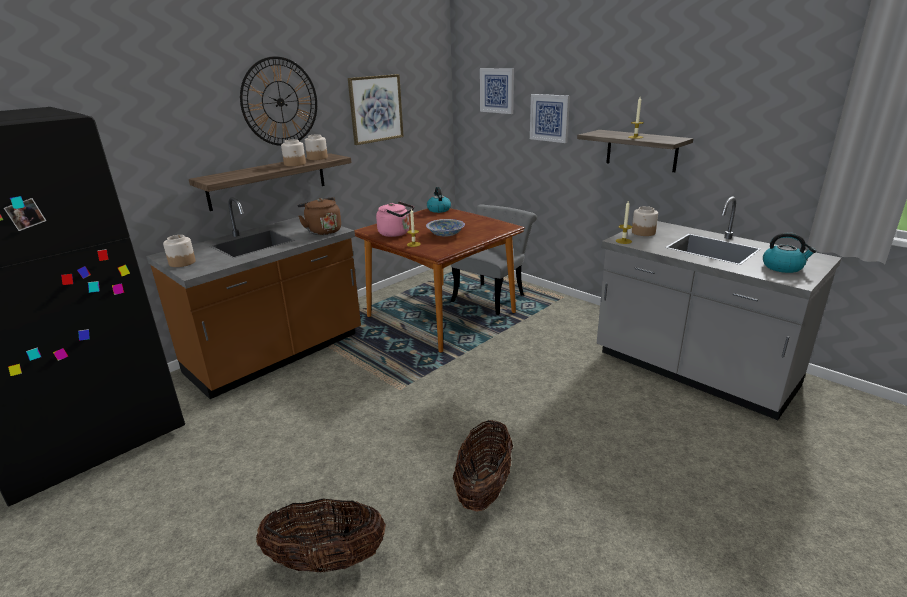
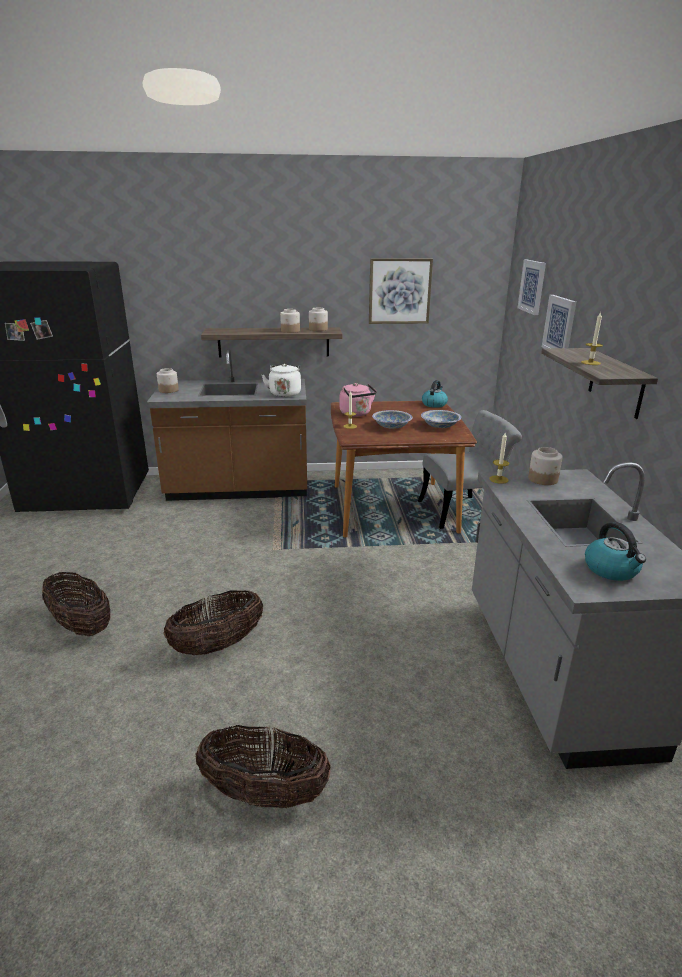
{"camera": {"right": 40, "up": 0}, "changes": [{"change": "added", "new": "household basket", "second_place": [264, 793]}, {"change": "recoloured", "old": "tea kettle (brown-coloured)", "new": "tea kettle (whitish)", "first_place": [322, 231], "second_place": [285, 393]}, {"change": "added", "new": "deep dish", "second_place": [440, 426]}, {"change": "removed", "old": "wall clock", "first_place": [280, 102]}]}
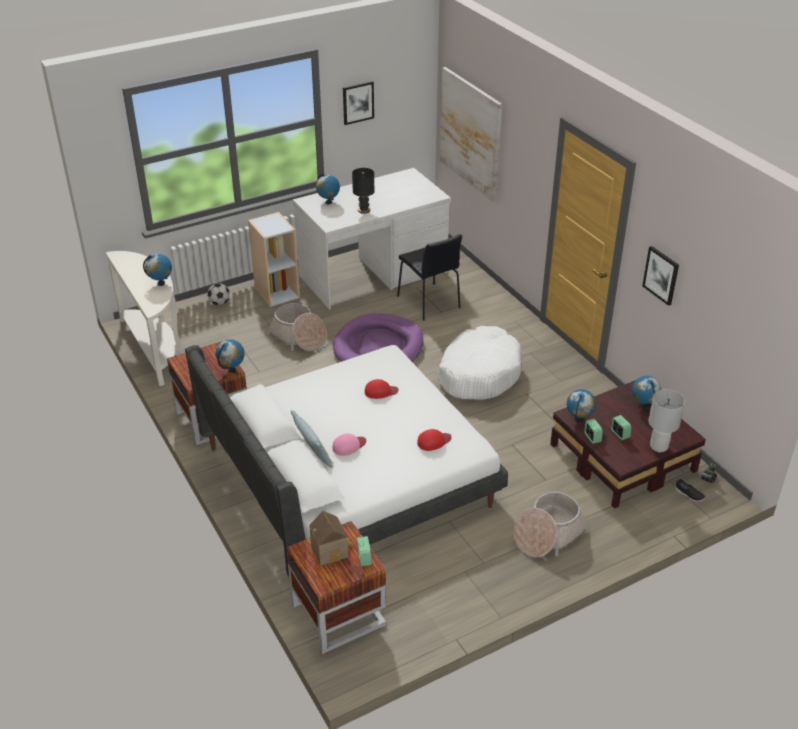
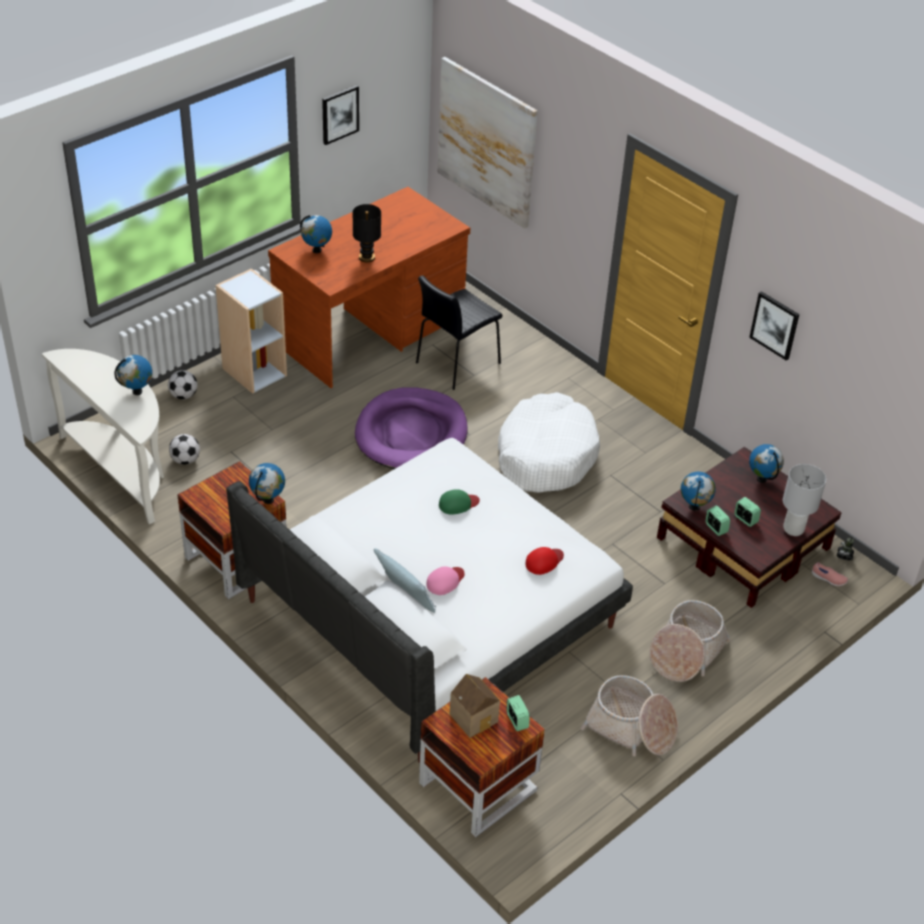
{"camera": {"right": -15, "up": 5}, "changes": [{"change": "added", "new": "football", "second_place": [185, 460]}, {"change": "recoloured", "old": "desk table (whitish)", "new": "desk table (brown-coloured)", "first_place": [374, 274], "second_place": [371, 331]}, {"change": "turned", "old": "plain chair (black-coloured)", "first_place": [430, 303], "second_place": [455, 364], "degrees": 90}, {"change": "recoloured", "old": "peaked cap (red-coloured)", "new": "peaked cap (green-coloured)", "first_place": [380, 391], "second_place": [458, 504]}, {"change": "moved", "old": "household basket", "first_place": [298, 337], "second_place": [631, 728]}, {"change": "recoloured", "old": "item of footwear (black-coloured)", "new": "item of footwear (pink-coloured)", "first_place": [689, 495], "second_place": [828, 579]}]}
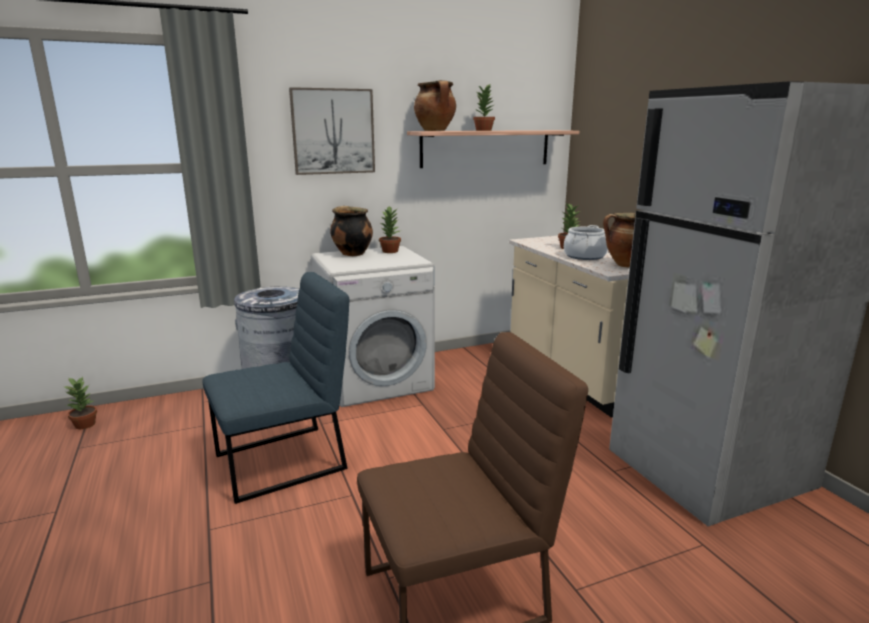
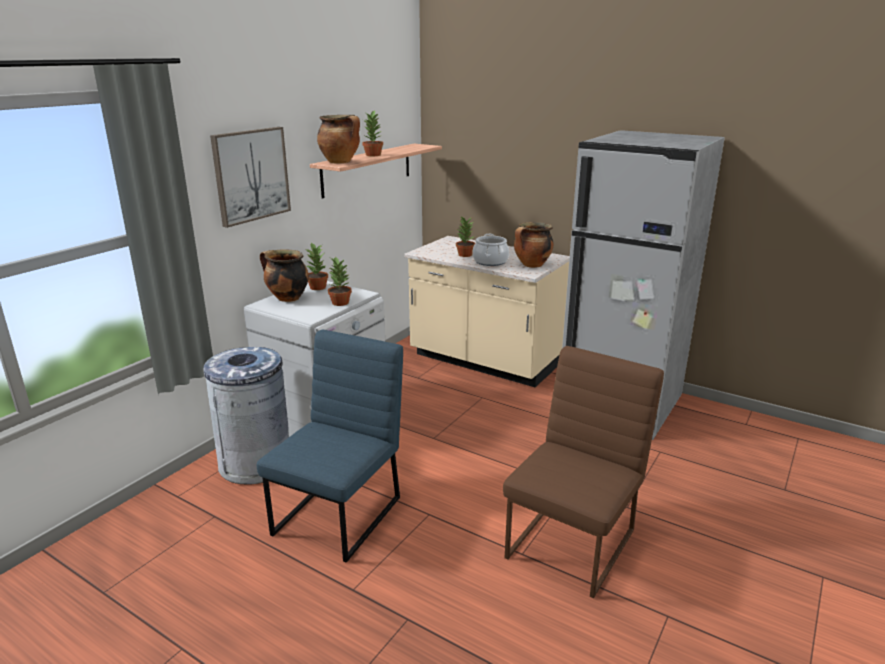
{"camera": {"right": -35, "up": 5}, "changes": [{"change": "moved", "old": "houseplant", "first_place": [85, 424], "second_place": [340, 302]}]}
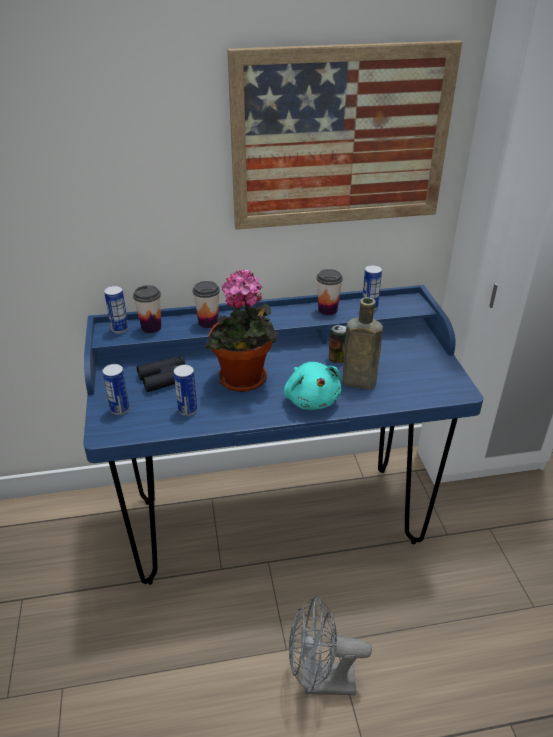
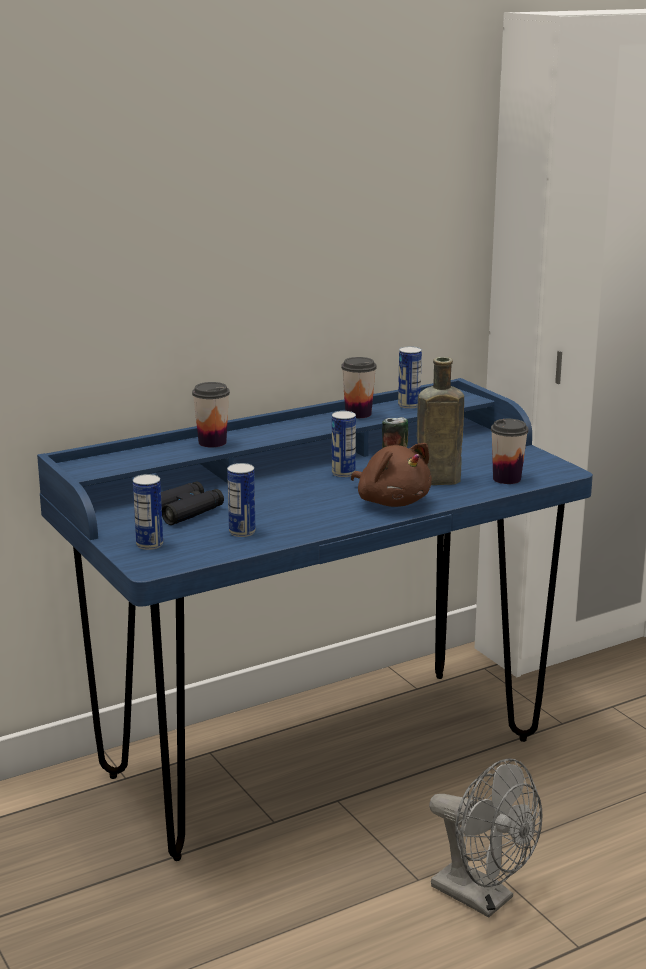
{"camera": {"right": -20, "up": -15}, "changes": [{"change": "moved", "old": "metal can", "first_place": [120, 329], "second_place": [343, 473]}, {"change": "recoloured", "old": "cuddly toy (turquoise-coloured)", "new": "cuddly toy (brown-coloured)", "first_place": [311, 399], "second_place": [391, 501]}, {"change": "turned", "old": "fan (gray)", "first_place": [320, 681], "second_place": [483, 898], "degrees": -120}, {"change": "moved", "old": "drinking cup", "first_place": [151, 327], "second_place": [506, 479]}, {"change": "removed", "old": "houseplant", "first_place": [244, 381]}, {"change": "removed", "old": "wall picture", "first_place": [340, 138]}]}
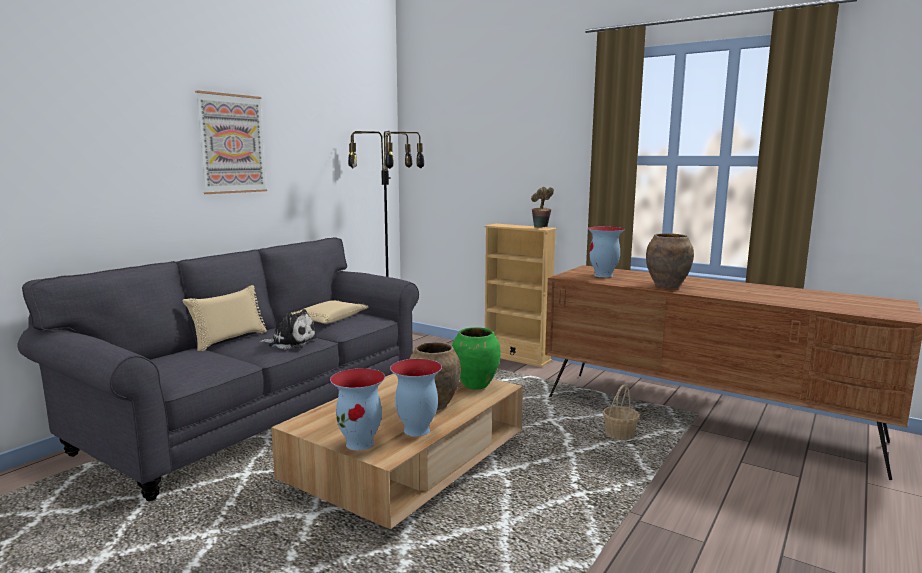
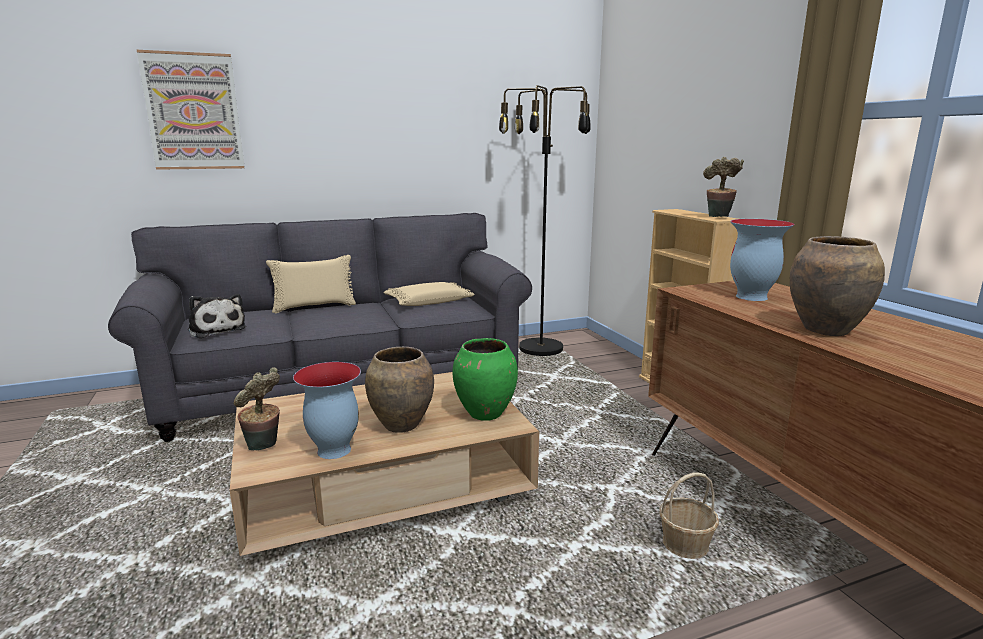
{"camera": {"right": 35, "up": 5}, "changes": [{"change": "moved", "old": "wall picture", "first_place": [232, 144], "second_place": [193, 112]}, {"change": "moved", "old": "cuddly toy", "first_place": [290, 342], "second_place": [216, 329]}, {"change": "replaced", "old": "decorative vase", "new": "houseplant", "first_place": [361, 443], "second_place": [264, 447]}]}
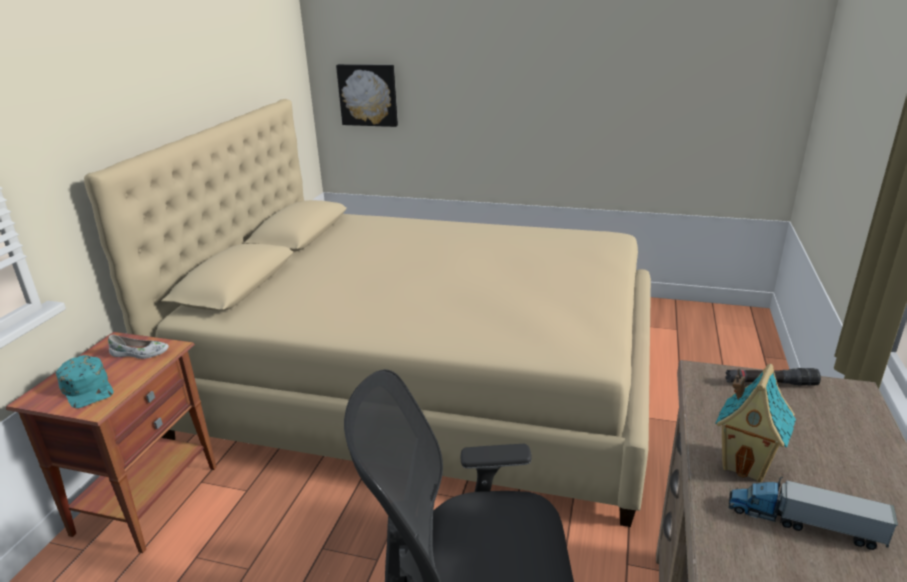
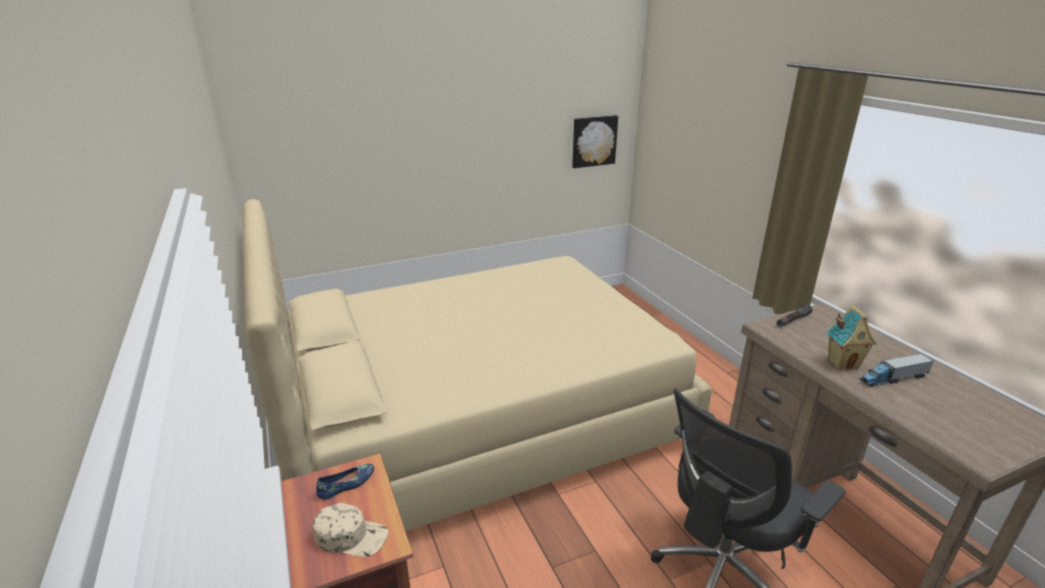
{"camera": {"right": -40, "up": 0}, "changes": [{"change": "recoloured", "old": "peaked cap (turquoise-coloured)", "new": "peaked cap (sand-coloured)", "first_place": [88, 388], "second_place": [351, 536]}, {"change": "recoloured", "old": "item of footwear (whitish)", "new": "item of footwear (bluish)", "first_place": [140, 353], "second_place": [347, 485]}, {"change": "moved", "old": "wall picture", "first_place": [368, 95], "second_place": [593, 141]}]}
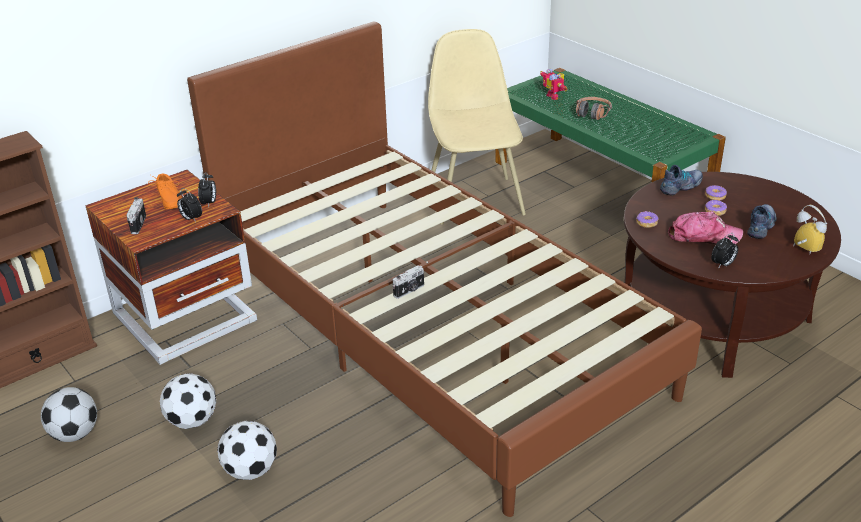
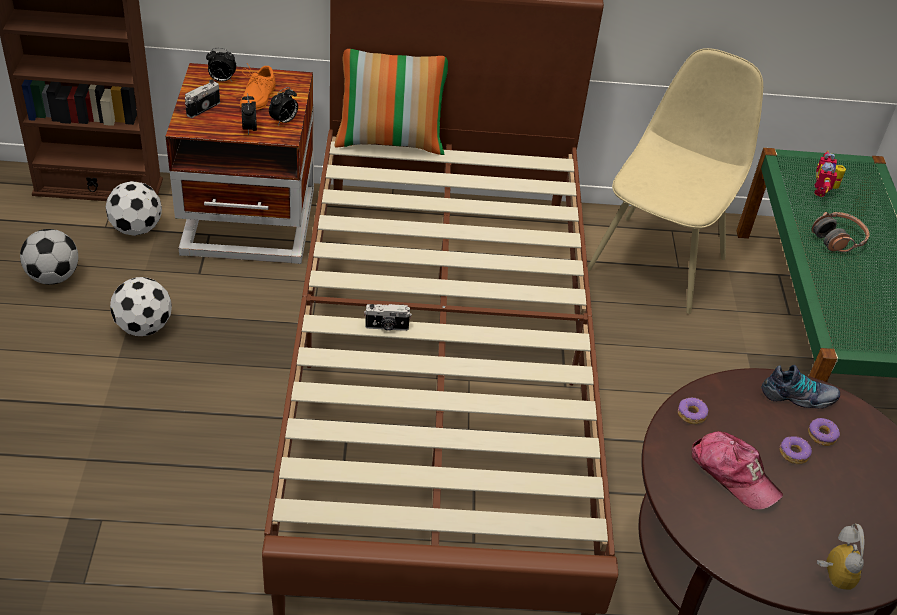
{"camera": {"right": 35, "up": 10}, "changes": [{"change": "moved", "old": "football", "first_place": [250, 470], "second_place": [136, 228]}, {"change": "moved", "old": "alarm clock", "first_place": [723, 265], "second_place": [222, 80]}, {"change": "added", "new": "cushion", "second_place": [390, 140]}, {"change": "removed", "old": "item of footwear", "first_place": [761, 226]}]}
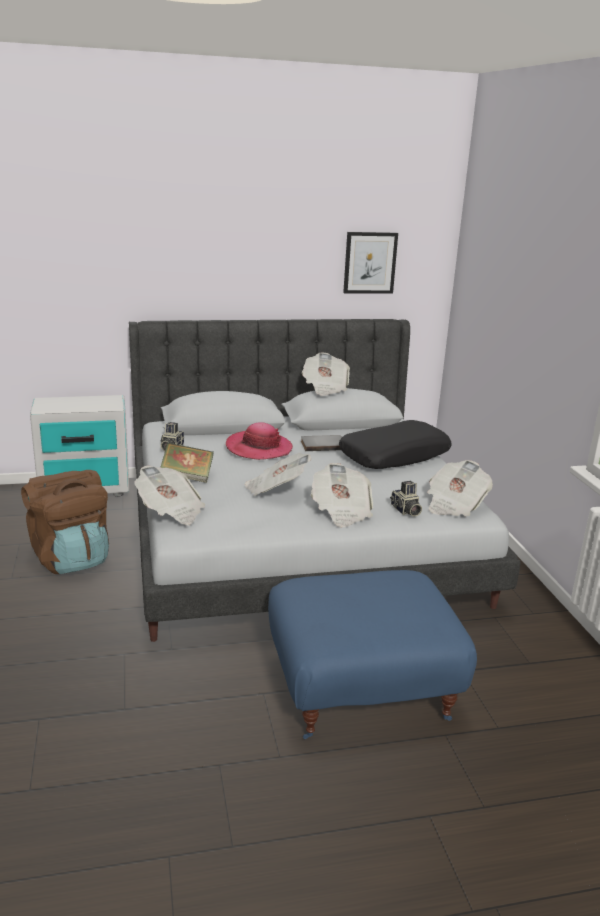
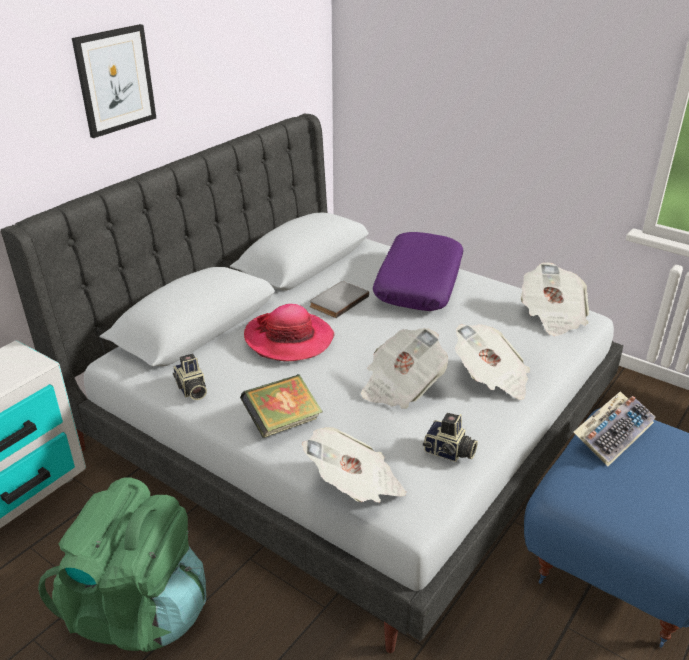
{"camera": {"right": -40, "up": 10}, "changes": [{"change": "recoloured", "old": "rucksack (brown-coloured)", "new": "rucksack (green-coloured)", "first_place": [71, 558], "second_place": [138, 611]}, {"change": "moved", "old": "wall picture", "first_place": [370, 263], "second_place": [115, 80]}, {"change": "recoloured", "old": "cushion (black-coloured)", "new": "cushion (purplish)", "first_place": [394, 456], "second_place": [418, 283]}, {"change": "moved", "old": "still camera", "first_place": [405, 510], "second_place": [449, 452]}, {"change": "added", "new": "computer keyboard", "second_place": [613, 433]}, {"change": "removed", "old": "daily paper", "first_place": [325, 388]}]}
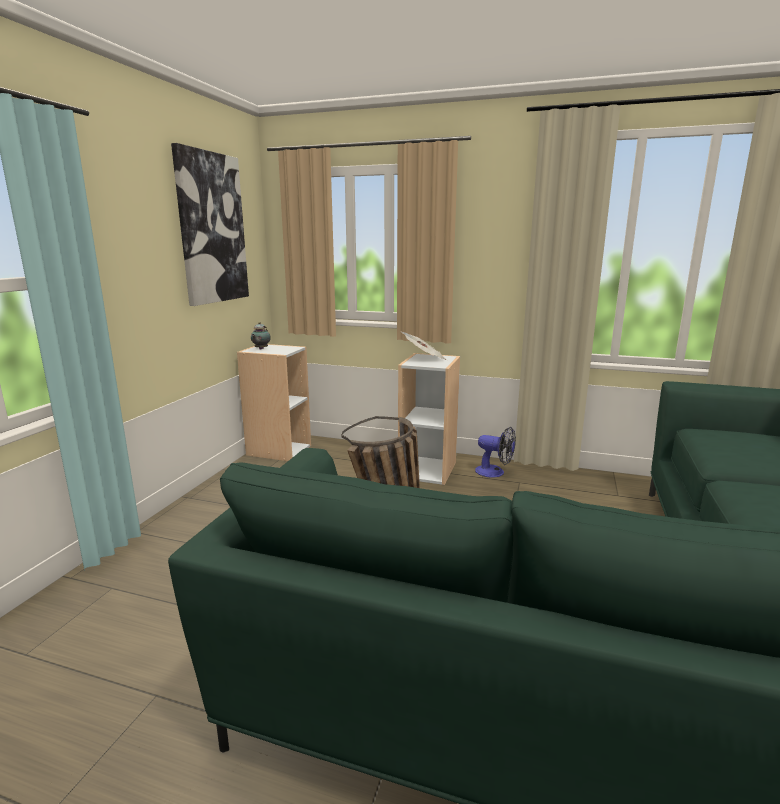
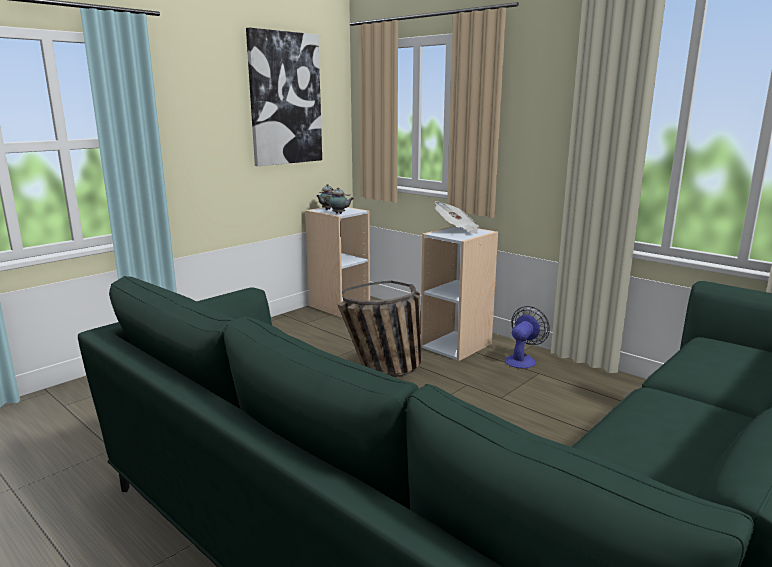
{"camera": {"right": 25, "up": 0}, "changes": [{"change": "added", "new": "tea pot", "second_place": [339, 213]}, {"change": "turned", "old": "fan", "first_place": [495, 472], "second_place": [522, 359], "degrees": -105}]}
